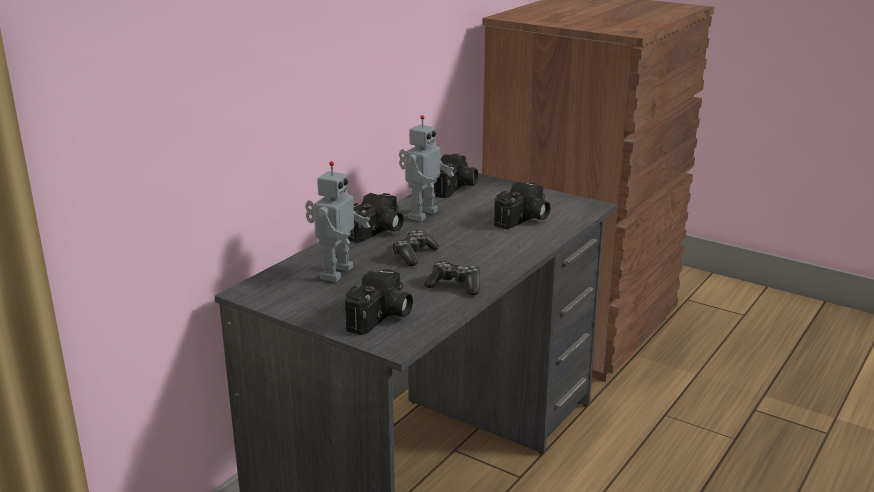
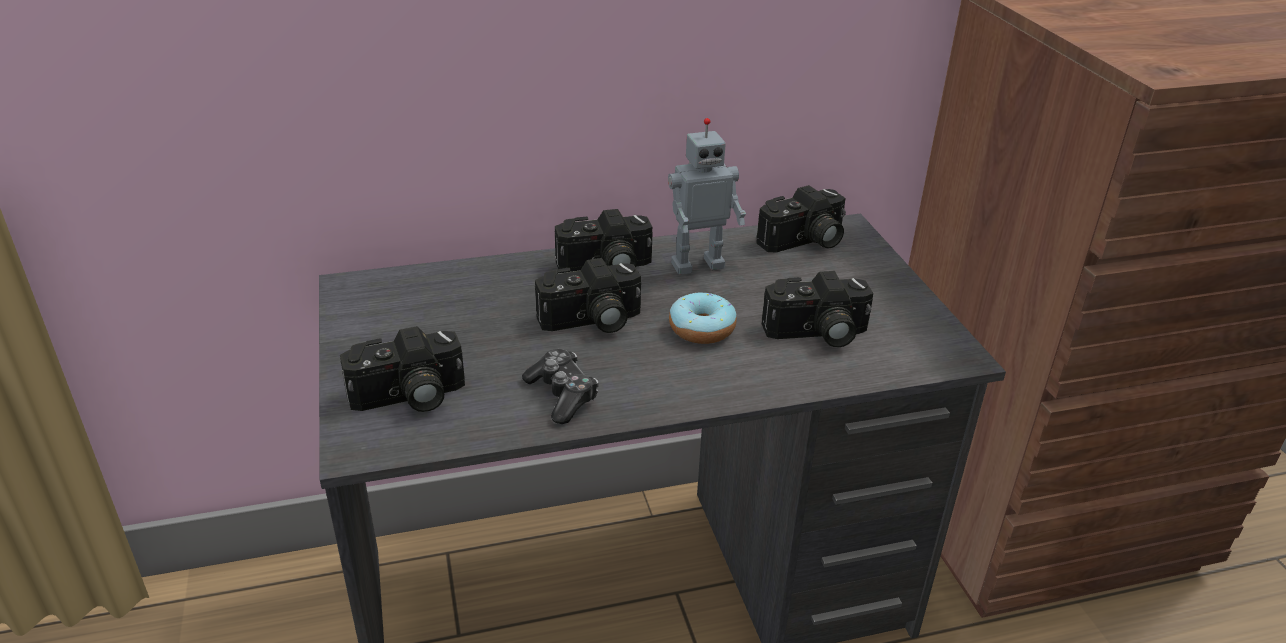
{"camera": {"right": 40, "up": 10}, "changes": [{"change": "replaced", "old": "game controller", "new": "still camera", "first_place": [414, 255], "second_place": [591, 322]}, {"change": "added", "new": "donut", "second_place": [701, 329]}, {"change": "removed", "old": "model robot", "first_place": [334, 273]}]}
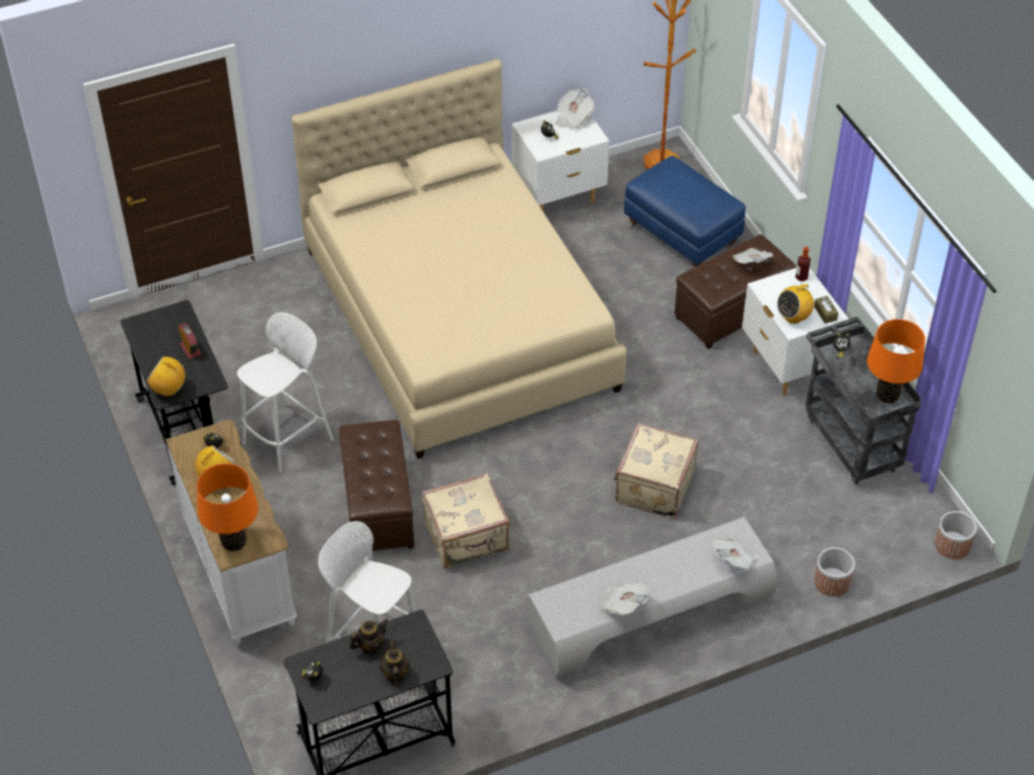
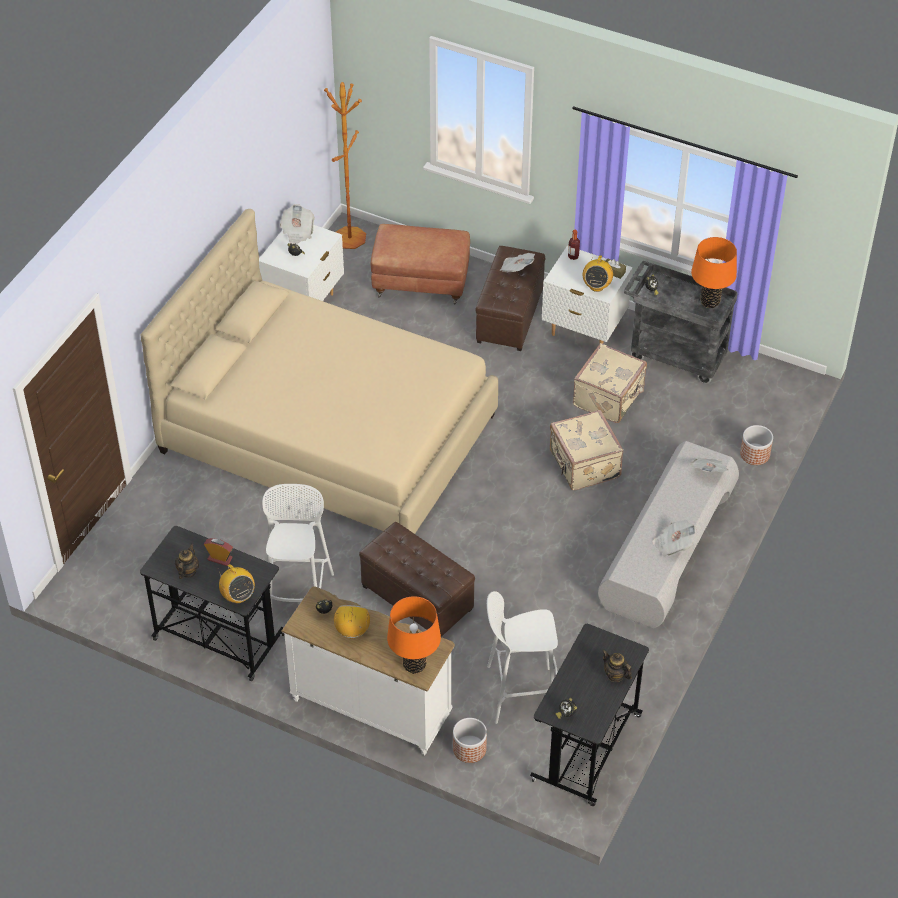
{"camera": {"right": -40, "up": 0}, "changes": [{"change": "moved", "old": "tea pot", "first_place": [370, 645], "second_place": [187, 571]}, {"change": "turned", "old": "radio receiver", "first_place": [169, 389], "second_place": [238, 596], "degrees": -105}, {"change": "recoloured", "old": "ottoman (bluish)", "new": "ottoman (brown-coloured)", "first_place": [682, 236], "second_place": [421, 283]}, {"change": "moved", "old": "flower pot", "first_place": [952, 545], "second_place": [469, 749]}, {"change": "moved", "old": "travel case (sand-coloured)", "first_place": [467, 538], "second_place": [609, 398]}]}
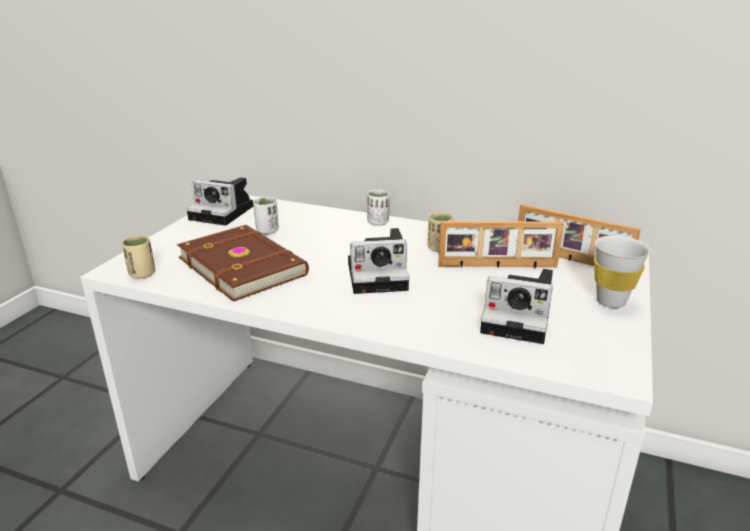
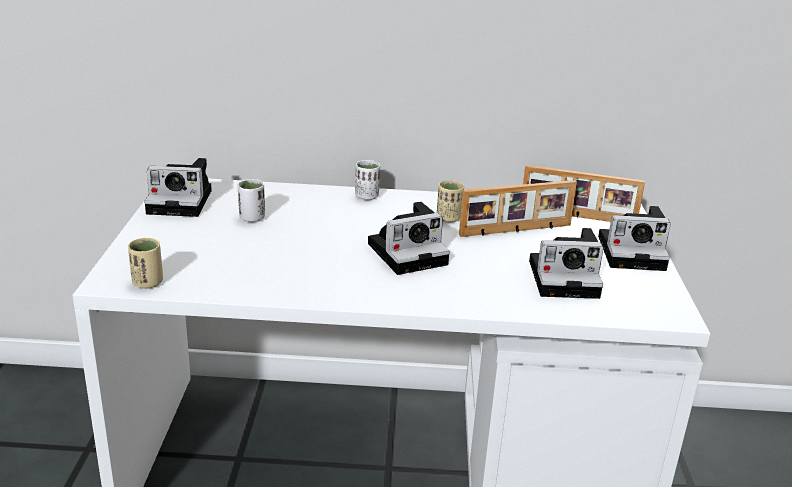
{"camera": {"right": -20, "up": 0}, "changes": [{"change": "replaced", "old": "drinking cup (whitish)", "new": "still camera", "first_place": [611, 301], "second_place": [634, 252]}, {"change": "removed", "old": "volume (brown-coloured)", "first_place": [243, 265]}]}
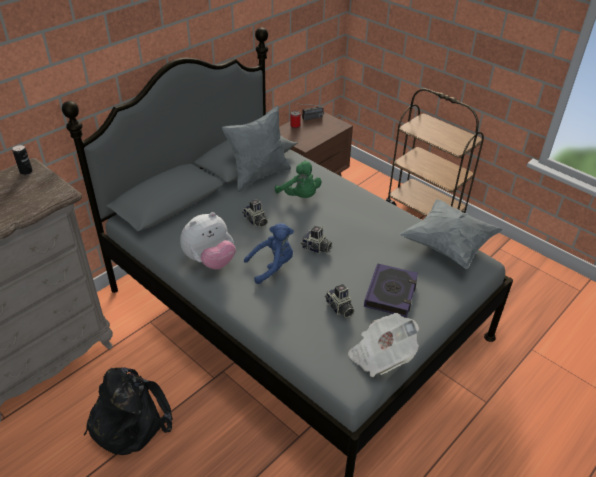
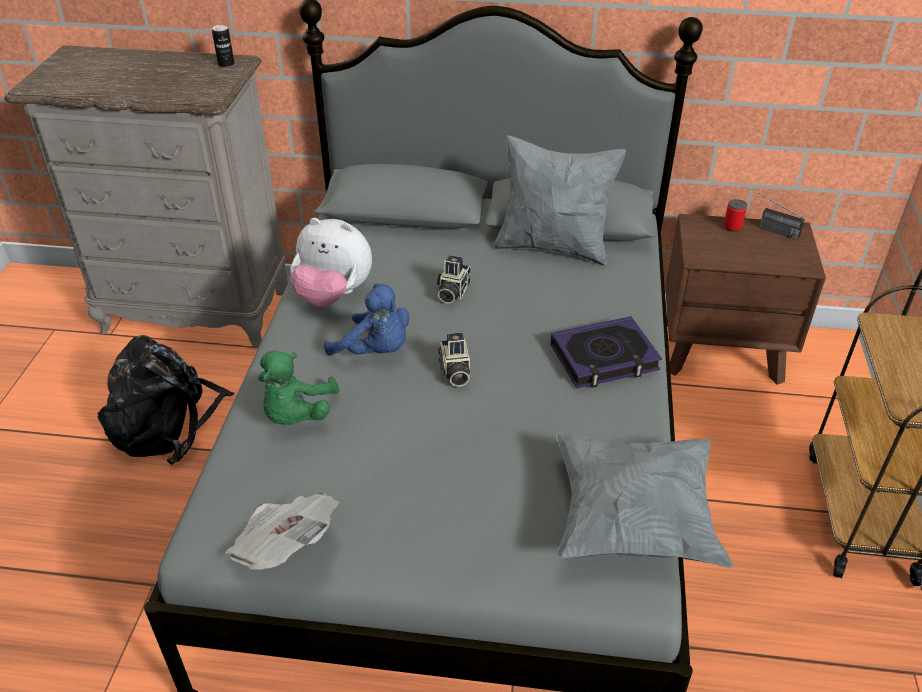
{"camera": {"right": 55, "up": 0}, "changes": [{"change": "moved", "old": "cuddly toy (green-coloured)", "first_place": [300, 196], "second_place": [296, 414]}, {"change": "moved", "old": "volume", "first_place": [391, 293], "second_place": [604, 358]}, {"change": "removed", "old": "still camera", "first_place": [339, 308]}]}
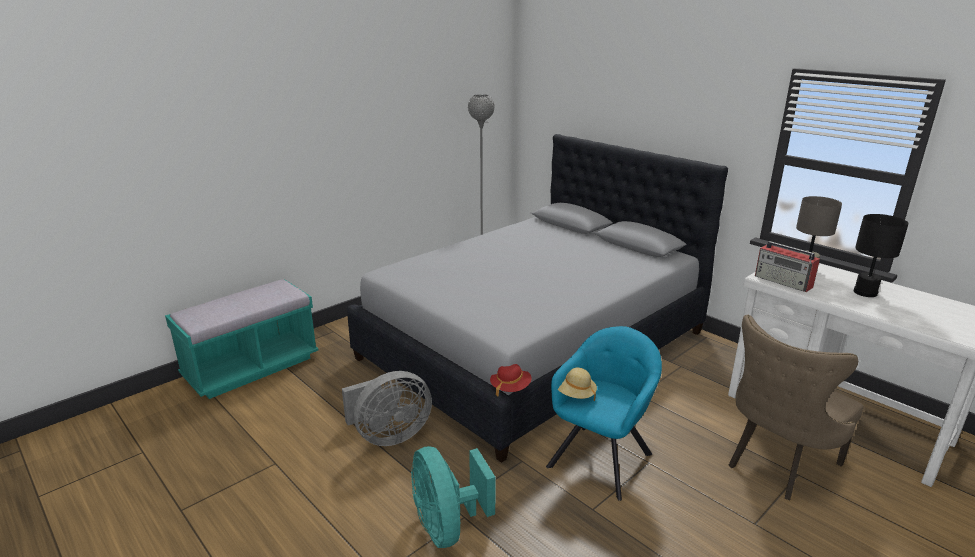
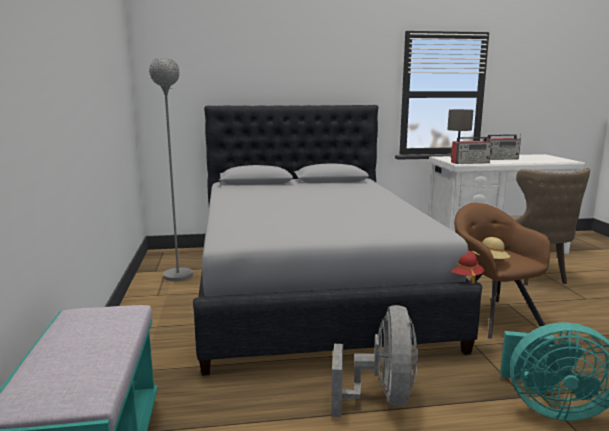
{"camera": {"right": -55, "up": -10}, "changes": [{"change": "recoloured", "old": "easy chair (turquoise-coloured)", "new": "easy chair (brown-coloured)", "first_place": [601, 457], "second_place": [490, 316]}, {"change": "replaced", "old": "lamp for a table (black-coloured)", "new": "radio receiver", "first_place": [865, 293], "second_place": [500, 159]}]}
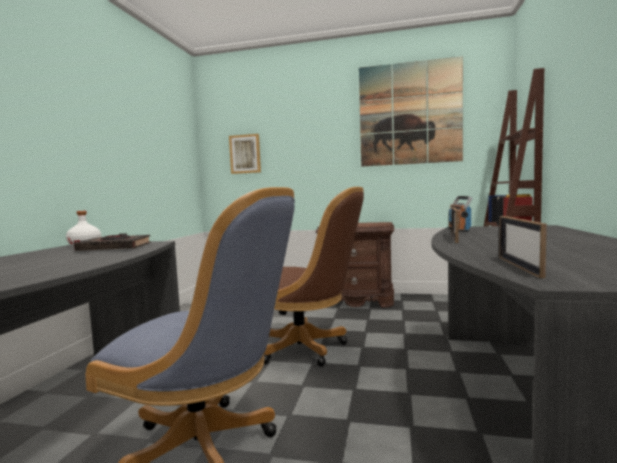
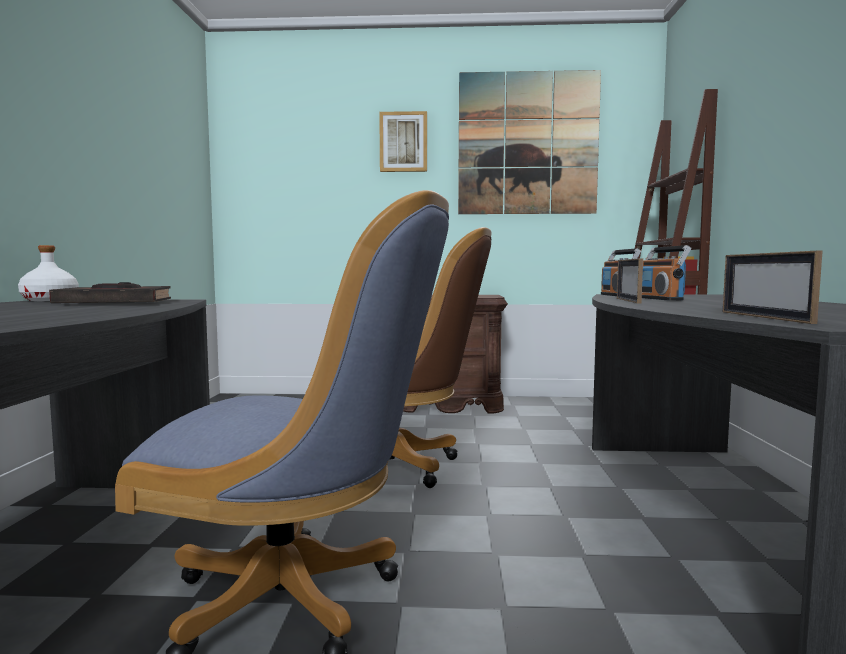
{"camera": {"right": -10, "up": 0}, "changes": [{"change": "moved", "old": "wall picture", "first_place": [245, 154], "second_place": [403, 142]}, {"change": "added", "new": "radio receiver", "second_place": [660, 299]}]}
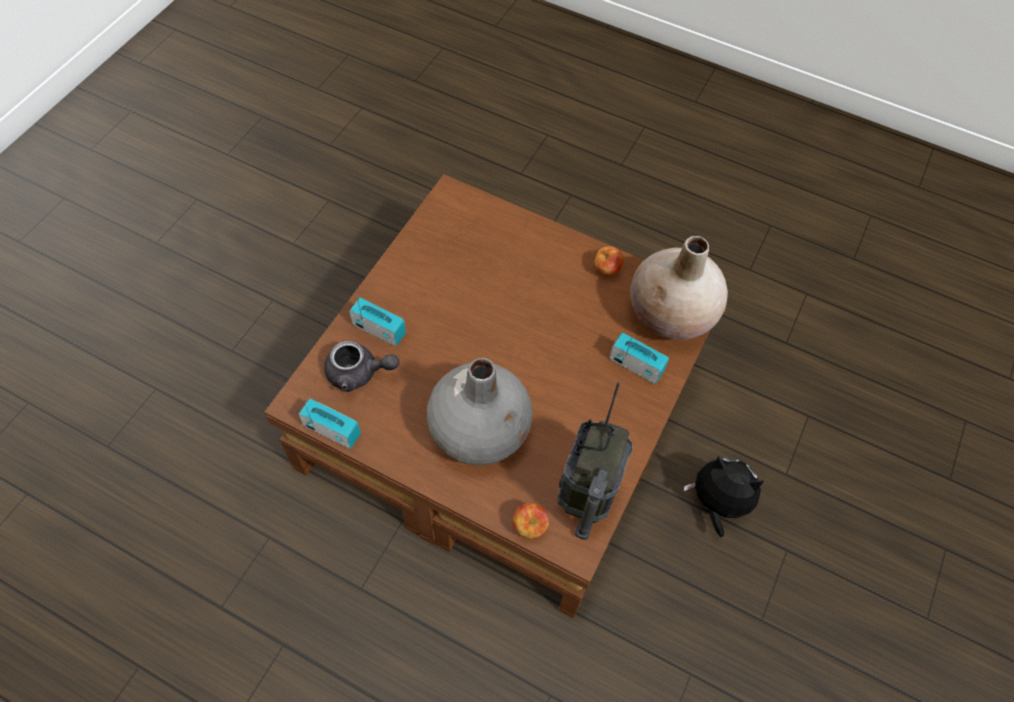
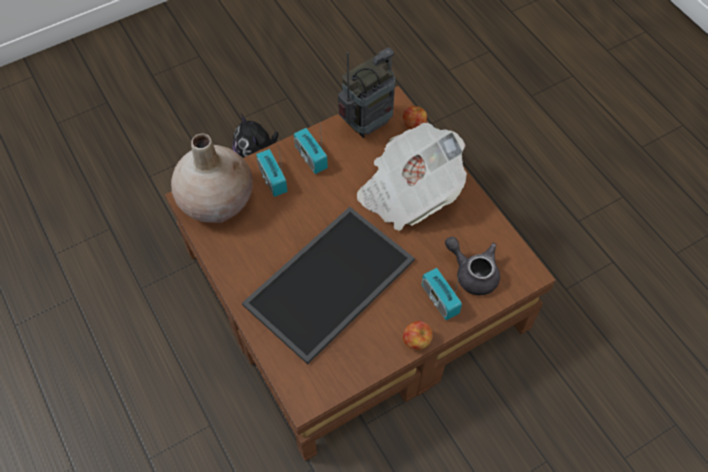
{"camera": {"right": -145, "up": 0}, "changes": [{"change": "added", "new": "serving tray", "second_place": [330, 285]}, {"change": "moved", "old": "radio receiver", "first_place": [332, 430], "second_place": [311, 158]}, {"change": "replaced", "old": "decorative vase (gray)", "new": "daily paper", "first_place": [480, 430], "second_place": [408, 192]}, {"change": "moved", "old": "apple", "first_place": [607, 270], "second_place": [416, 341]}]}
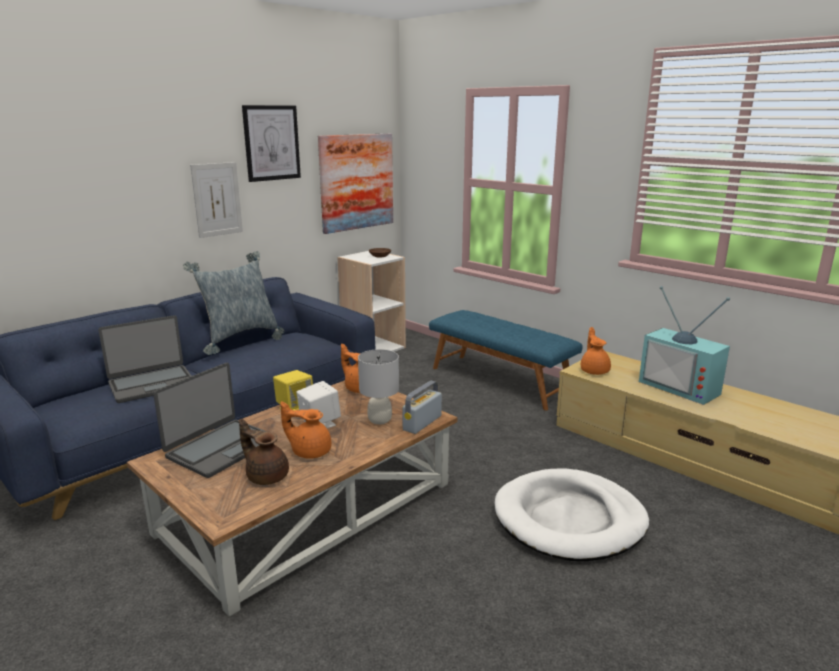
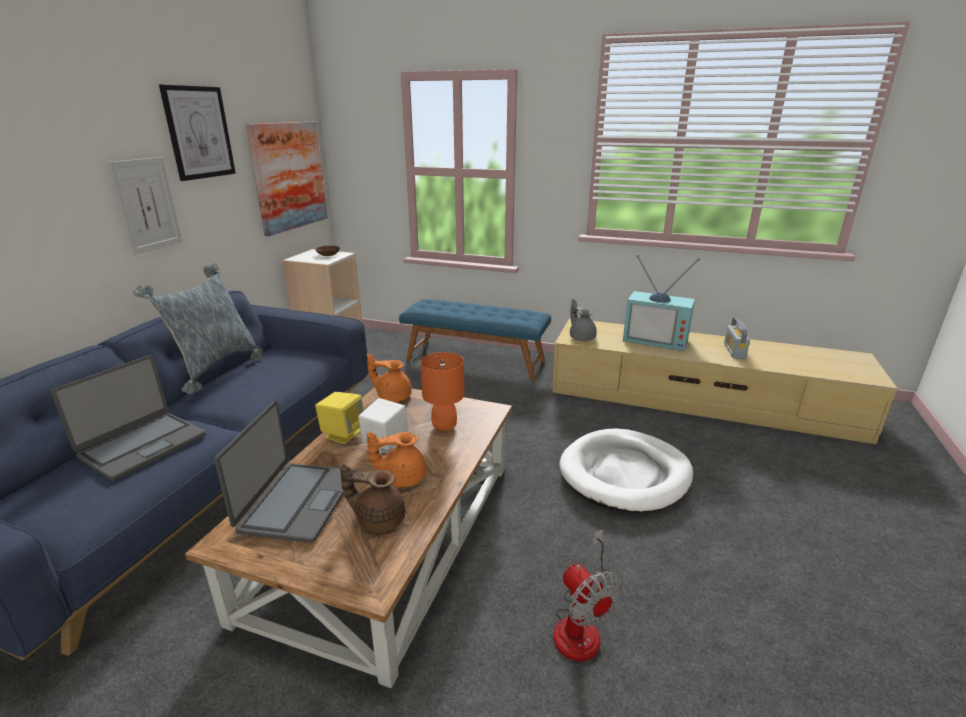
{"camera": {"right": -25, "up": 5}, "changes": [{"change": "recoloured", "old": "lamp for a table (gray)", "new": "lamp for a table (orange)", "first_place": [378, 421], "second_place": [443, 427]}, {"change": "added", "new": "fan", "second_place": [581, 625]}, {"change": "recoloured", "old": "tea pot (orange)", "new": "tea pot (gray)", "first_place": [594, 370], "second_place": [581, 337]}, {"change": "moved", "old": "radio receiver", "first_place": [422, 423], "second_place": [734, 351]}]}
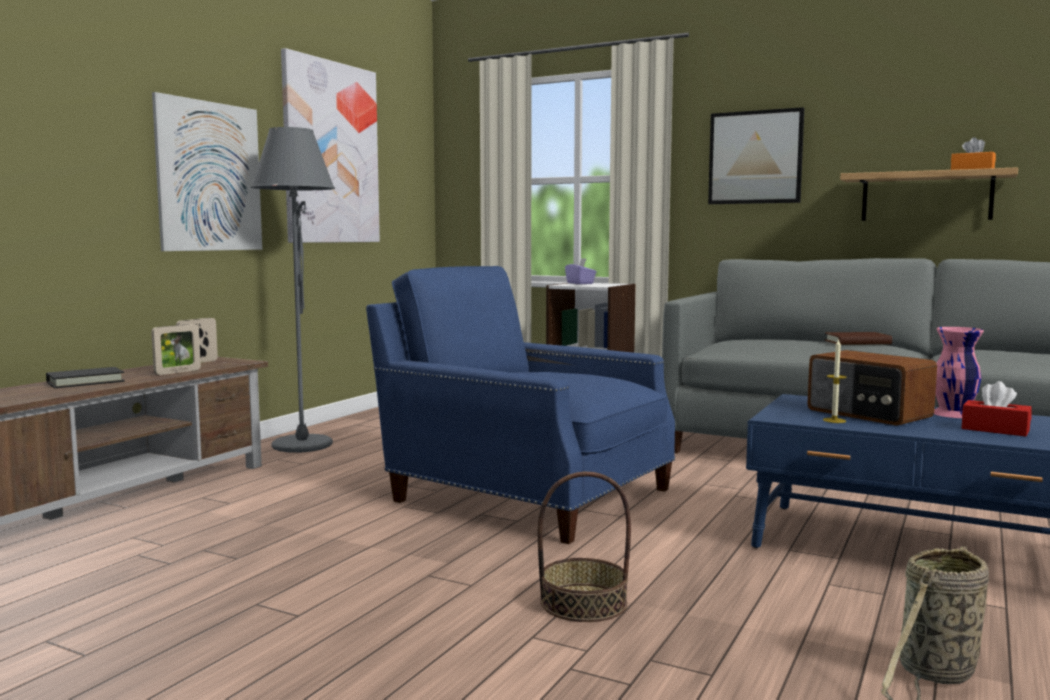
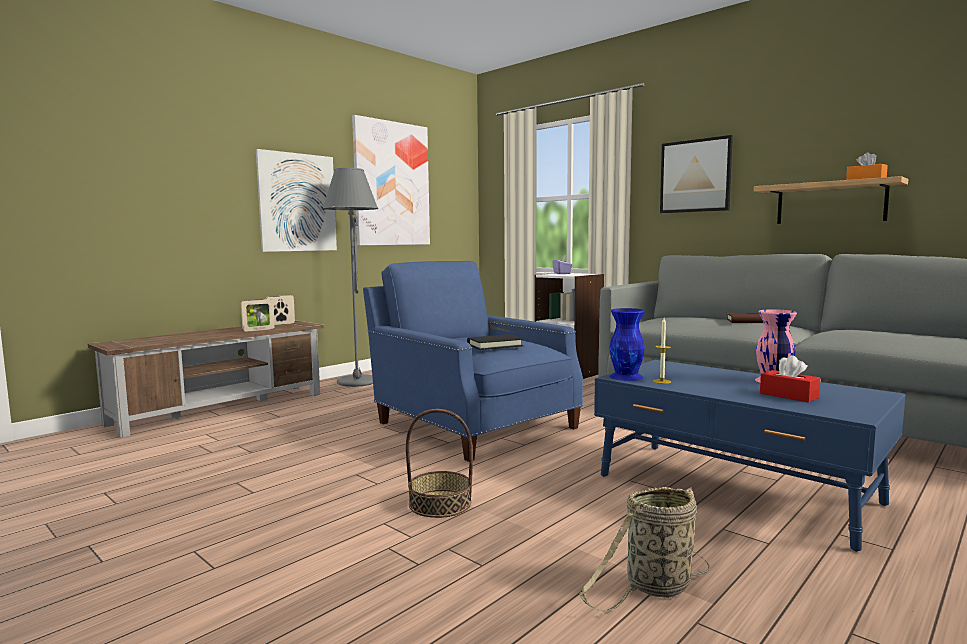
{"camera": {"right": 15, "up": 0}, "changes": [{"change": "moved", "old": "volume (black-coloured)", "first_place": [85, 382], "second_place": [495, 345]}, {"change": "added", "new": "decorative vase (bluish)", "second_place": [627, 377]}, {"change": "removed", "old": "radio receiver", "first_place": [868, 414]}]}
